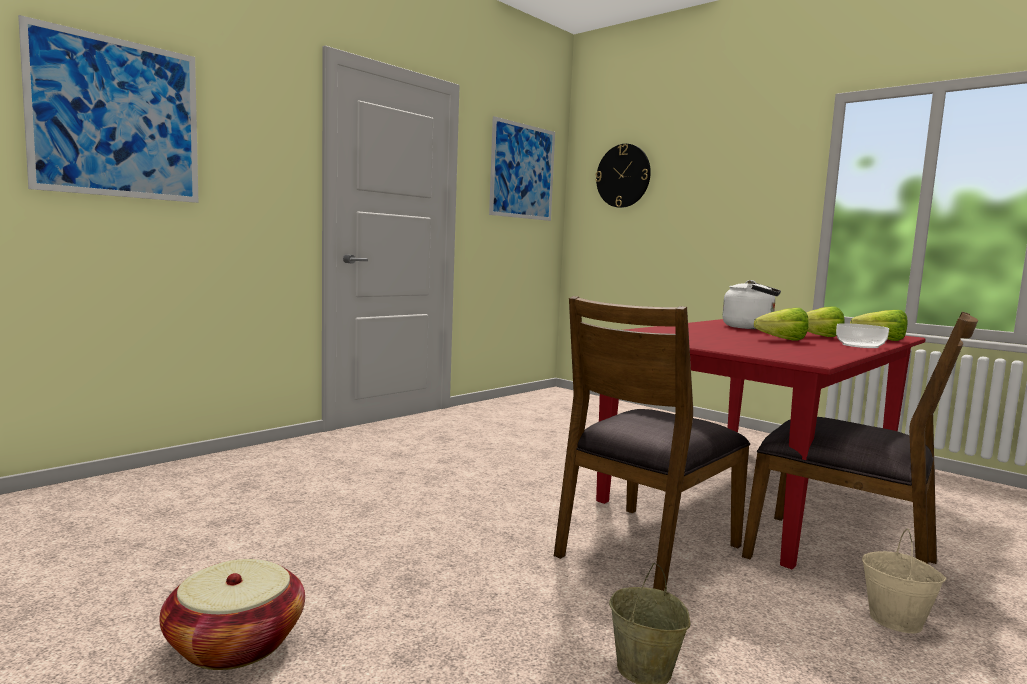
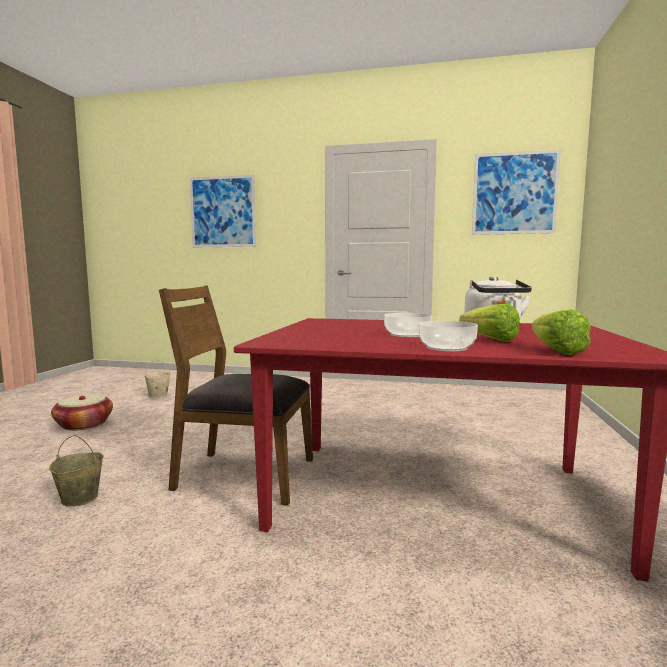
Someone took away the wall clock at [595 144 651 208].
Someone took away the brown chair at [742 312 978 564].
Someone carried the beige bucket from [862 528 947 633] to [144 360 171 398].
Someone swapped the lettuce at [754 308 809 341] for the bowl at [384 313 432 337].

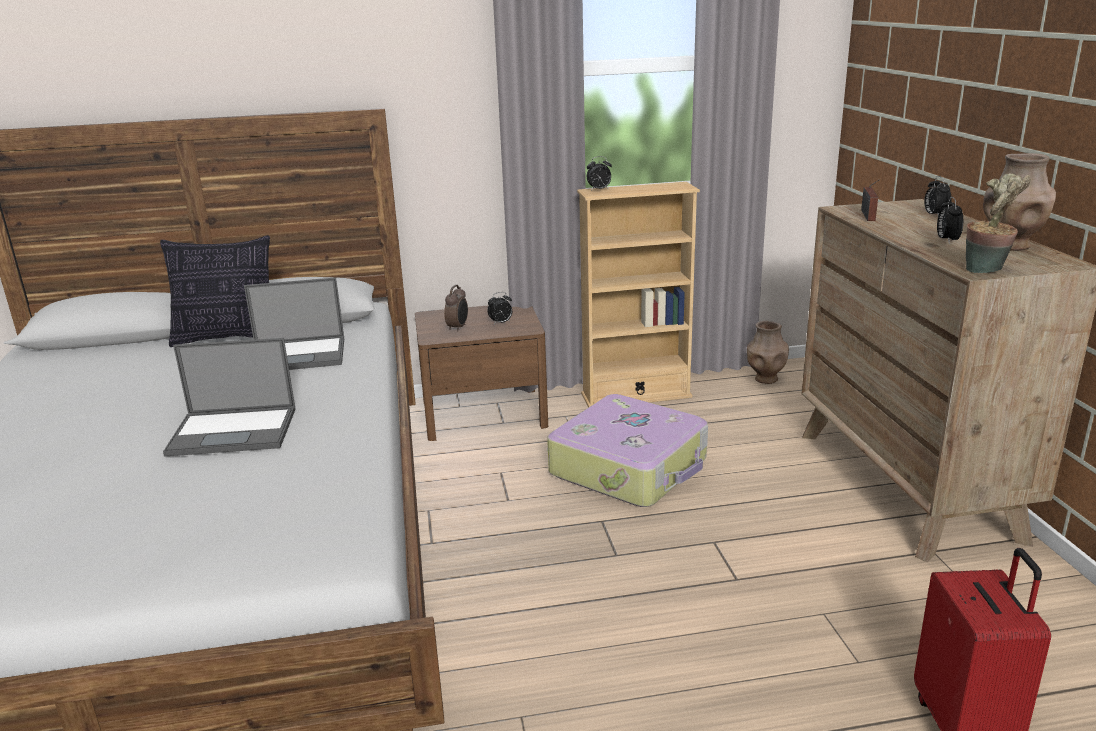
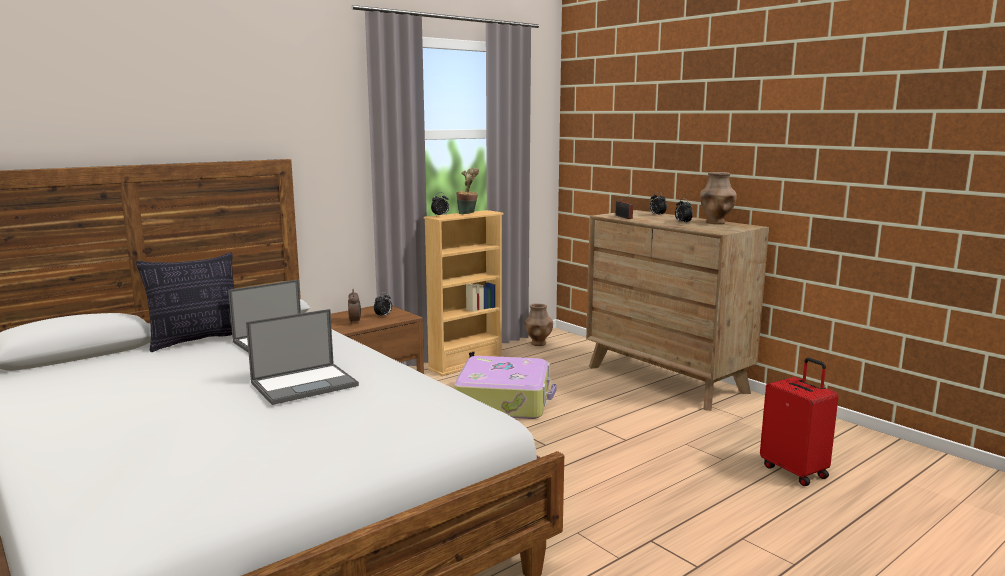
Someone carried the potted plant from [966 173 1030 273] to [456 168 479 214].

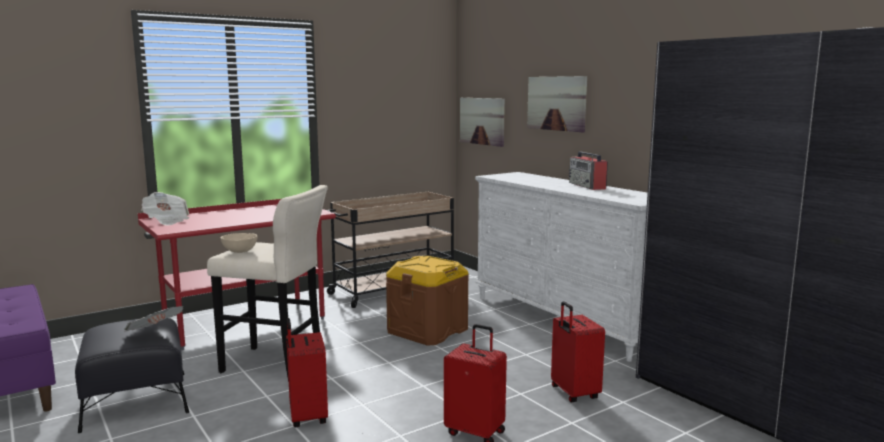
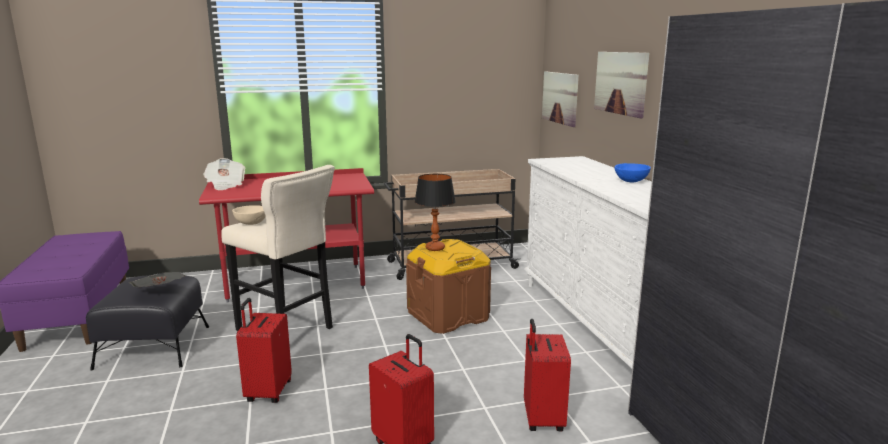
Someone put down the table lamp at [415 174 456 251].
Someone swapped the radio at [569 152 608 190] for the blue bowl at [614 163 651 183].

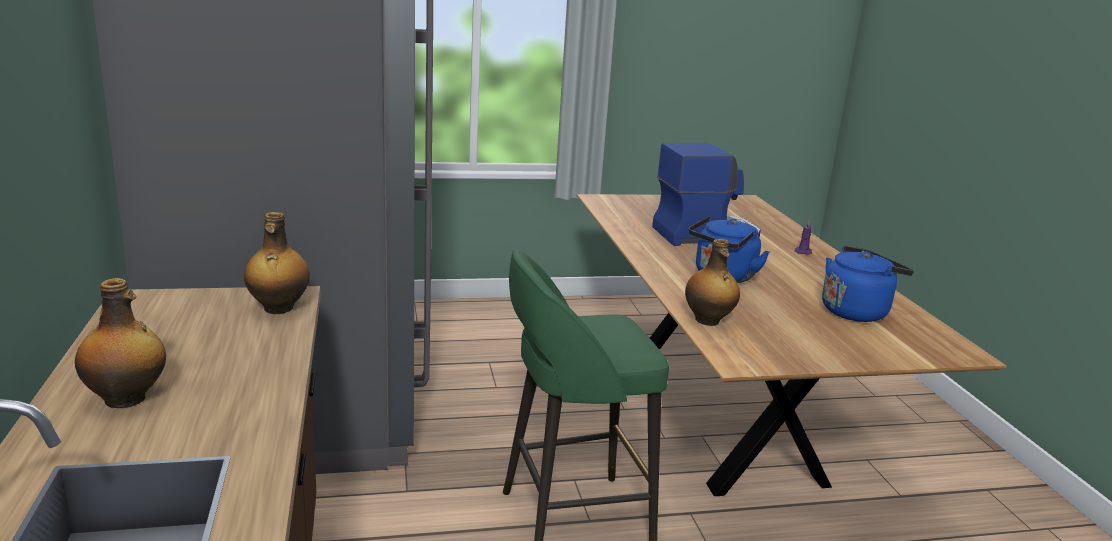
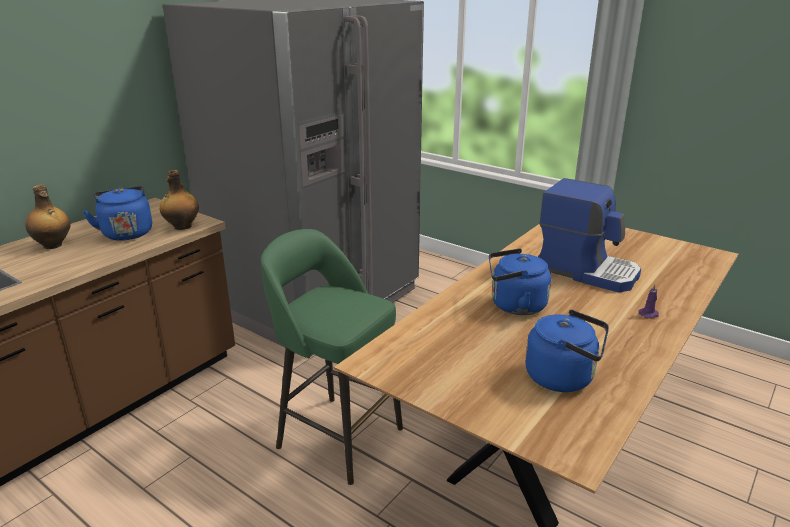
Someone took away the bottle at [685 239 740 326].
Someone put down the blue kettle at [83 186 152 241].

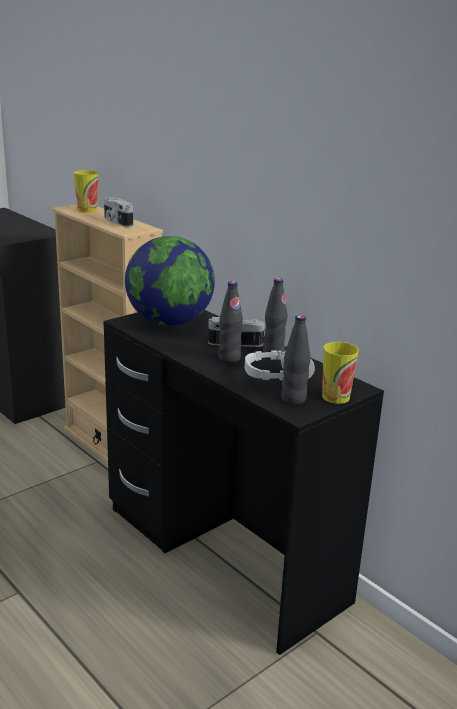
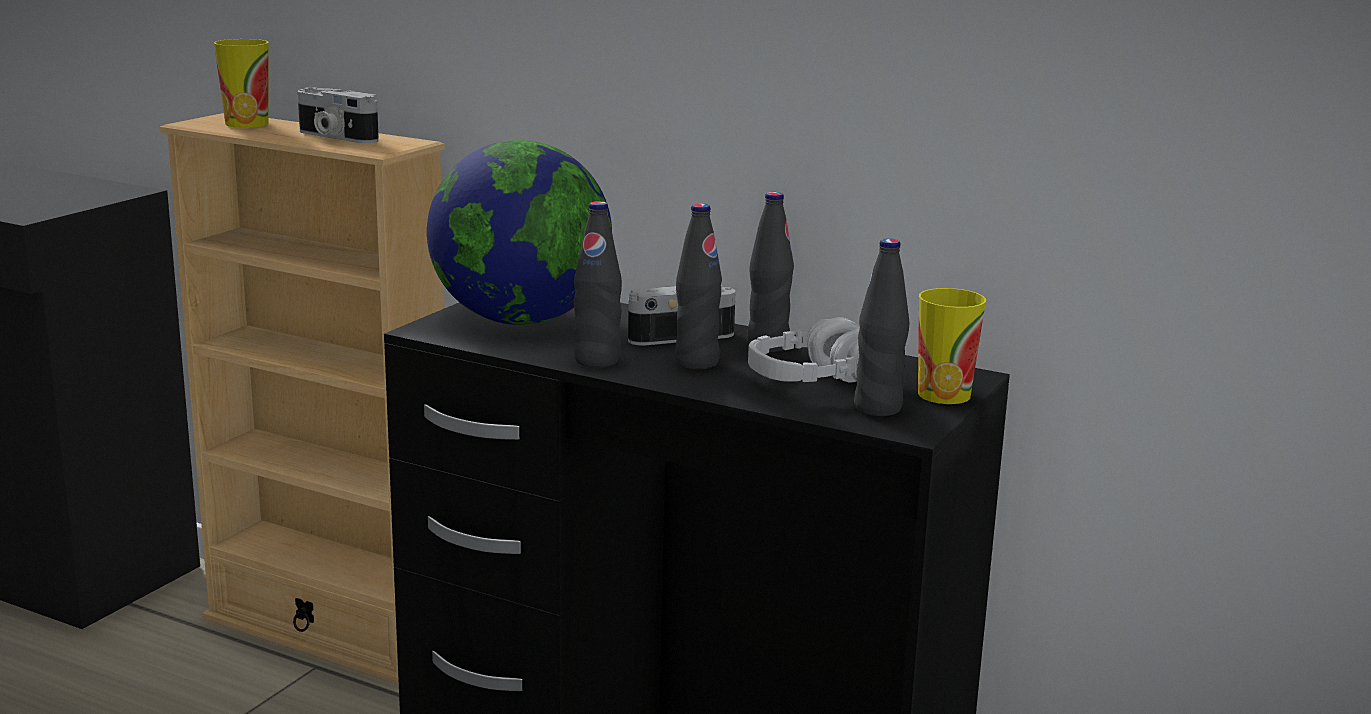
Someone put down the black bottle at [574 201 622 367].

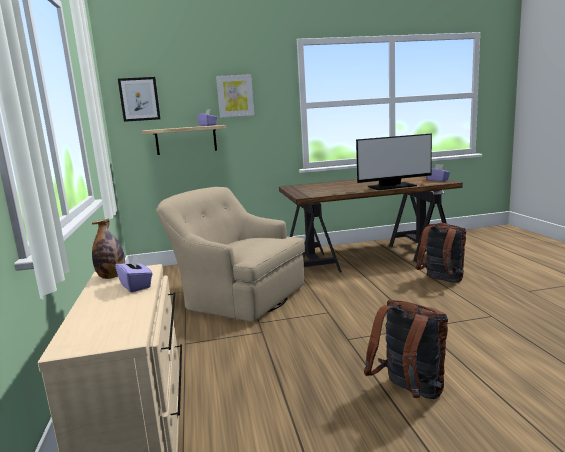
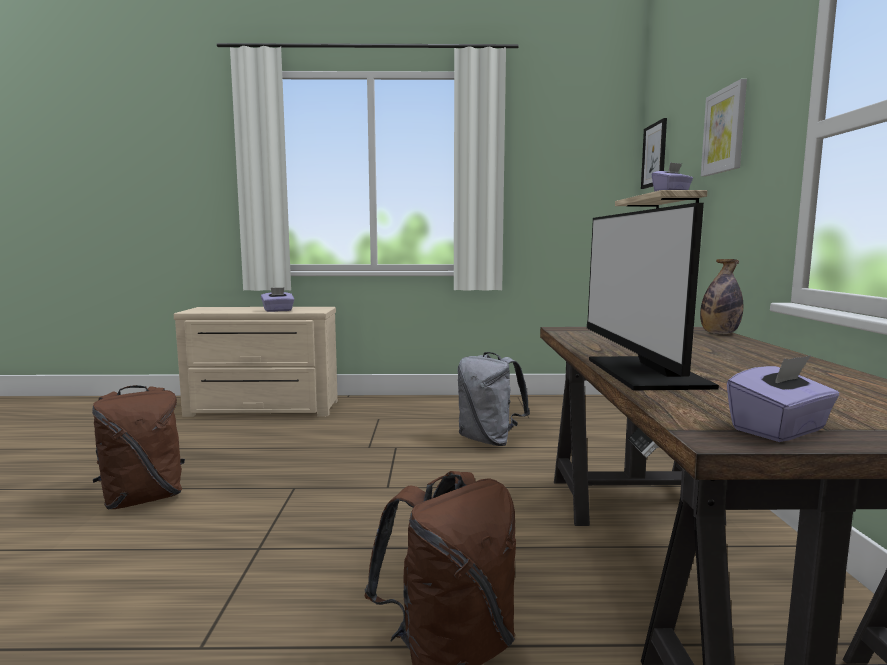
Someone carried the bottle from [92 219 125 279] to [700 259 743 334].
Someone swapped the beige armchair at [156 187 305 322] for the grey backpack at [458 352 530 446].

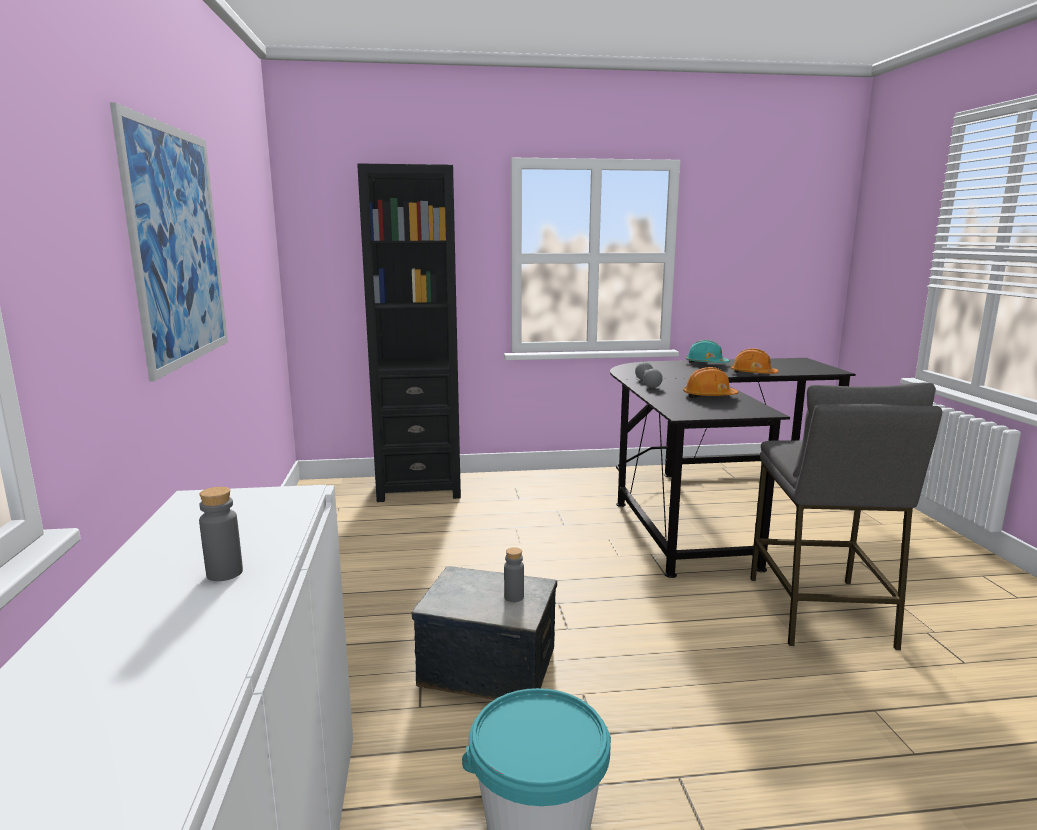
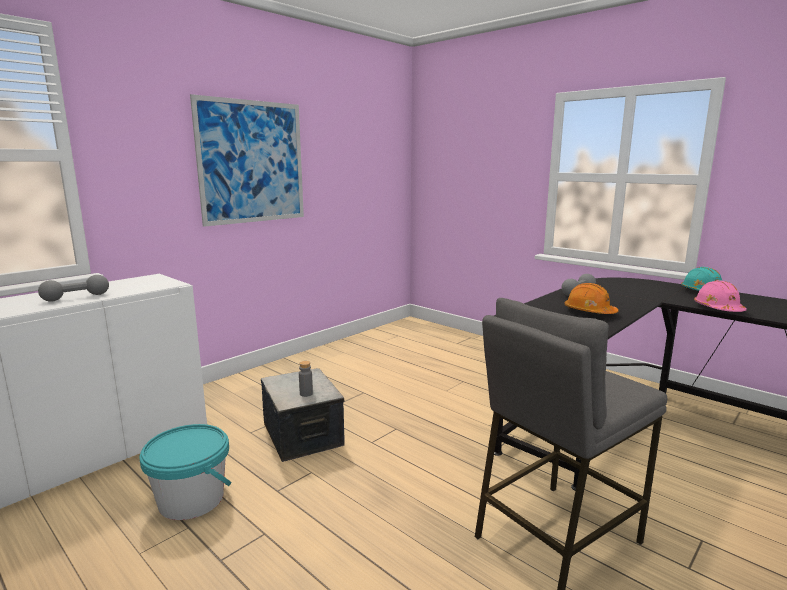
Someone took away the black bookcase at [357 164 461 502].
Someone swapped the grey bottle at [199 487 243 581] for the grey dumbbell at [38 275 109 302].
Someone repainted the orange hard hat at [731 348 779 374], which became the pink hard hat at [694 280 747 312].

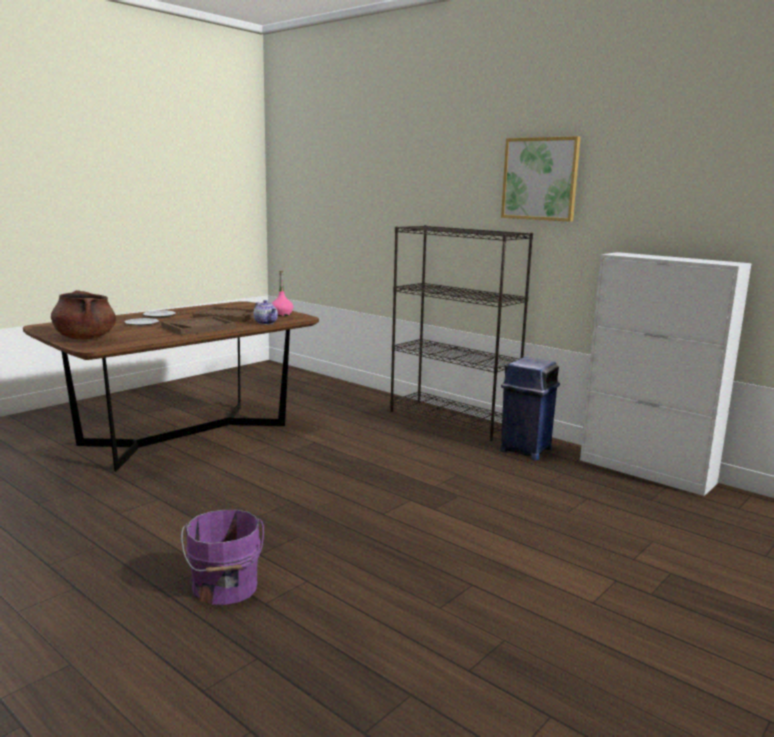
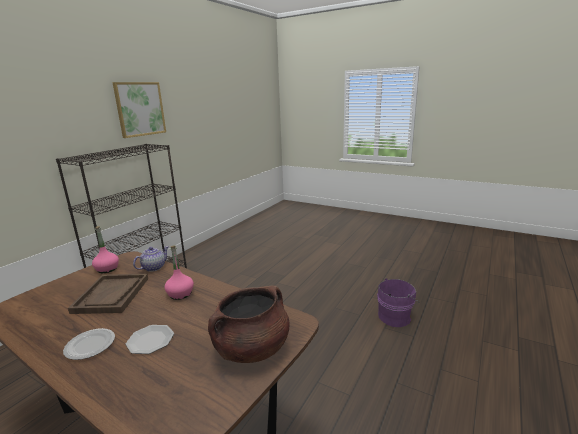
Someone took away the blue trash can at [500 357 560 460].
Someone took away the white cabinet at [580 252 752 496].
Someone swapped the brown tray at [161 316 236 335] for the pink bottle at [164 245 194 300].

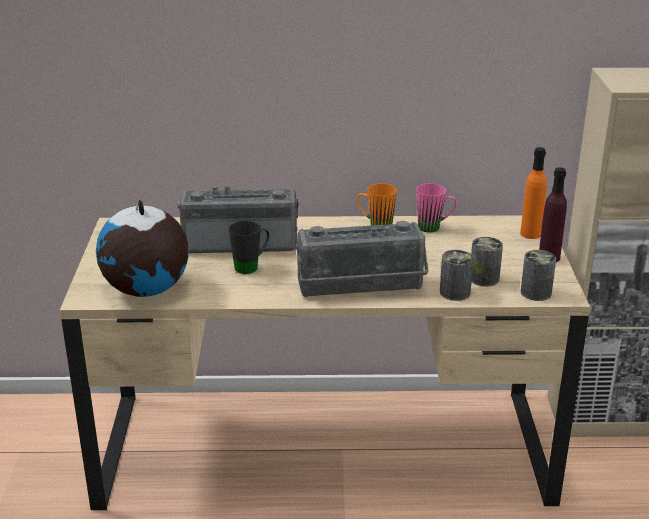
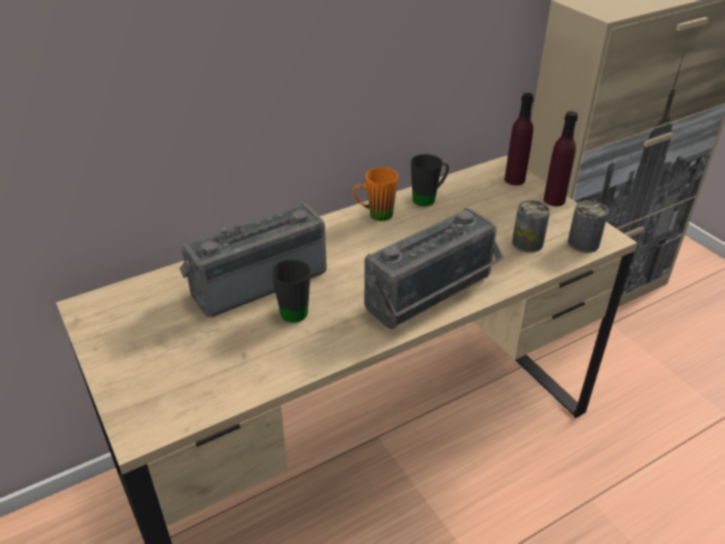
Someone took away the globe at [96 200 189 297].
Someone took away the can at [440 250 473 301].
Someone repainted the pink mug at [416 183 457 232], which became the black mug at [411 154 449 207].
Someone repainted the orange bottle at [520 147 547 239], which became the purple bottle at [505 93 534 186].

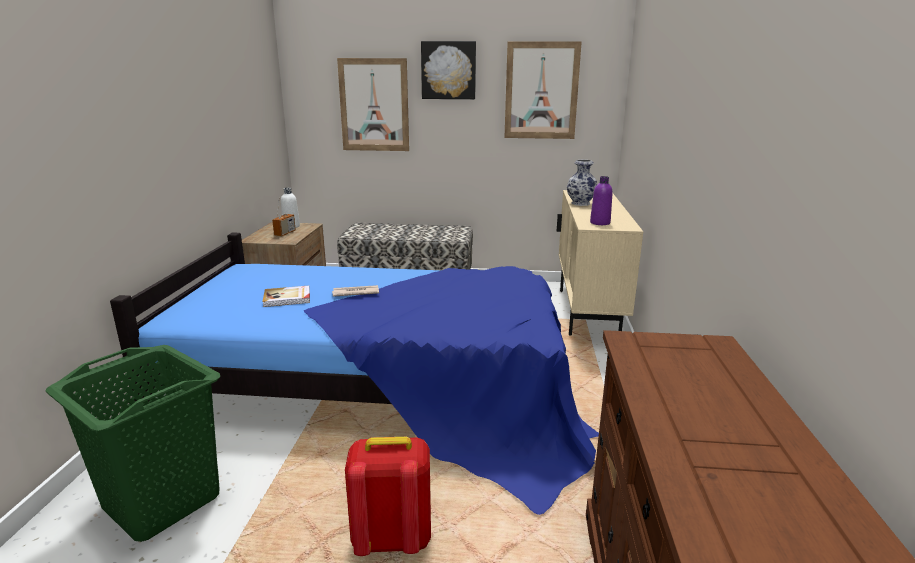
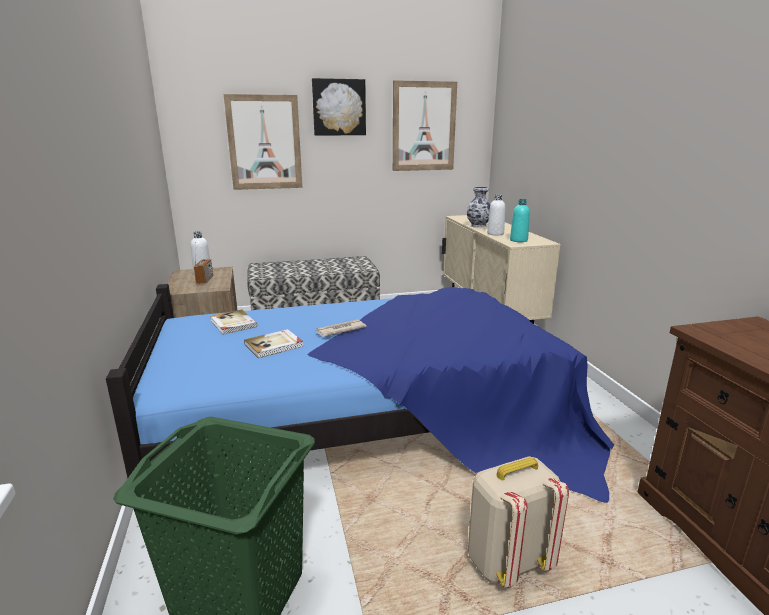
Someone put down the book at [210 310 257 335].
Someone put down the white bottle at [487 195 505 236].
Someone repainted the red backpack at [345 437 431 556], which became the beige backpack at [468 456 569 588].
Someone repainted the purple bottle at [590 176 613 225], which became the turquoise bottle at [510 199 530 242].

